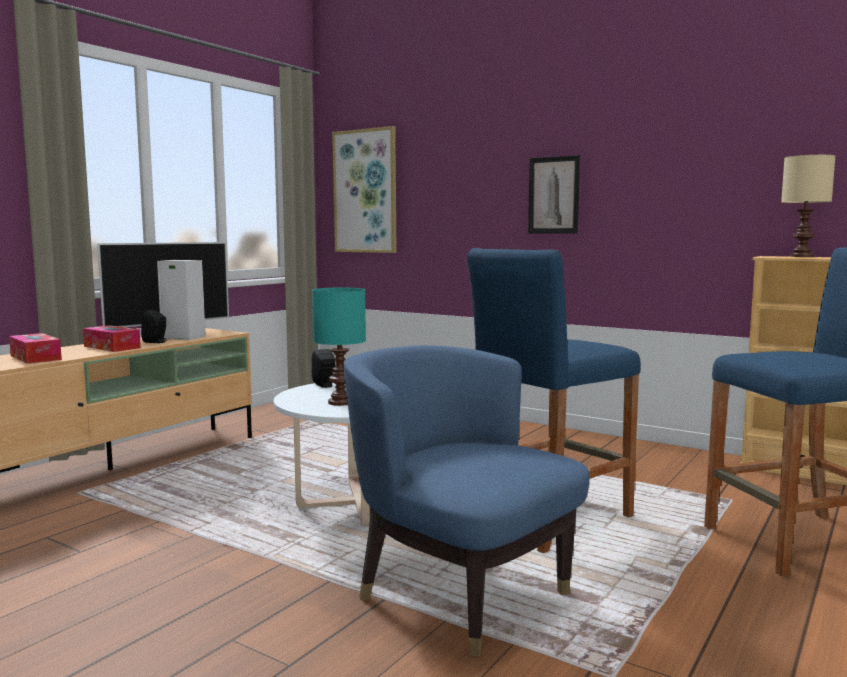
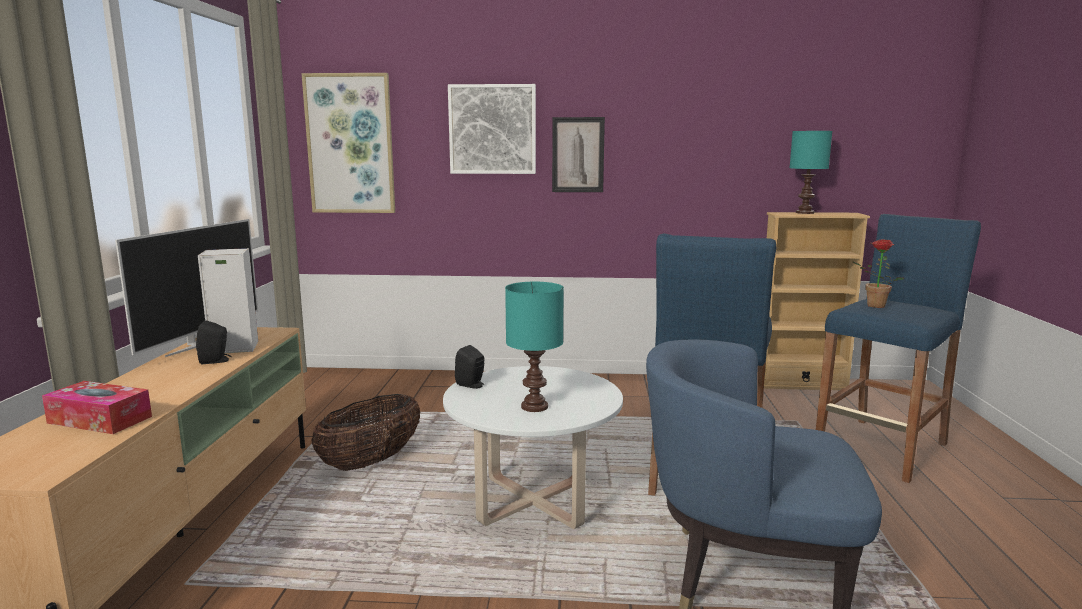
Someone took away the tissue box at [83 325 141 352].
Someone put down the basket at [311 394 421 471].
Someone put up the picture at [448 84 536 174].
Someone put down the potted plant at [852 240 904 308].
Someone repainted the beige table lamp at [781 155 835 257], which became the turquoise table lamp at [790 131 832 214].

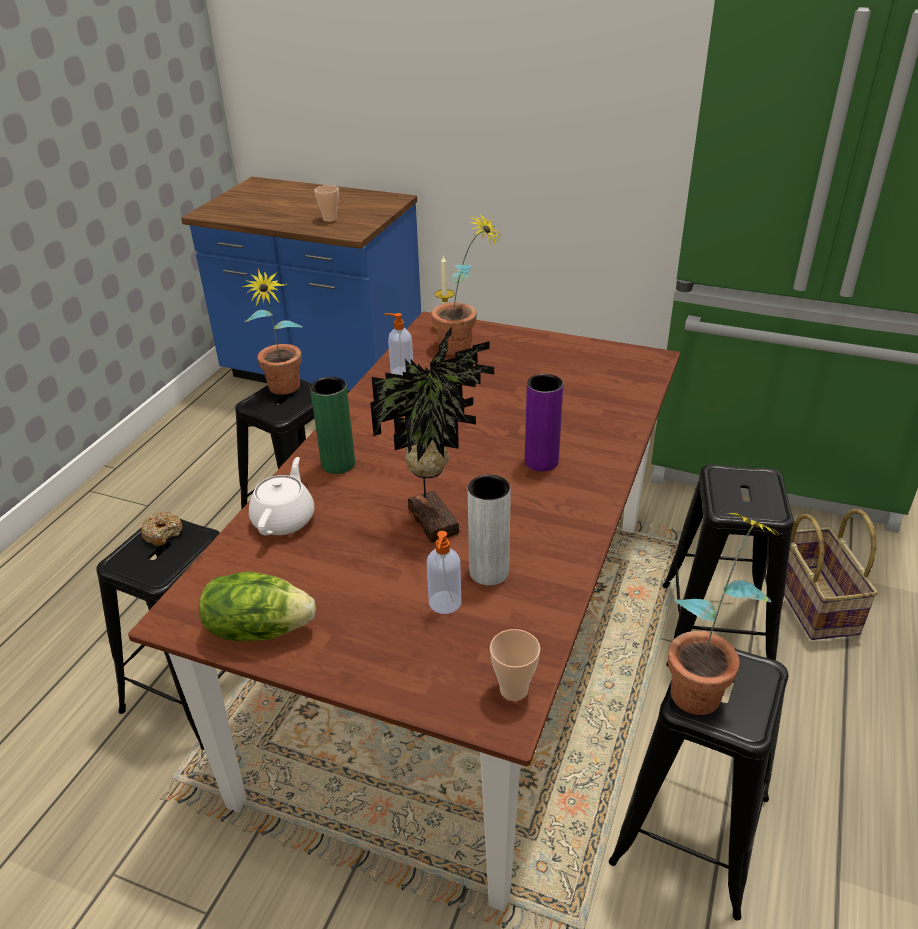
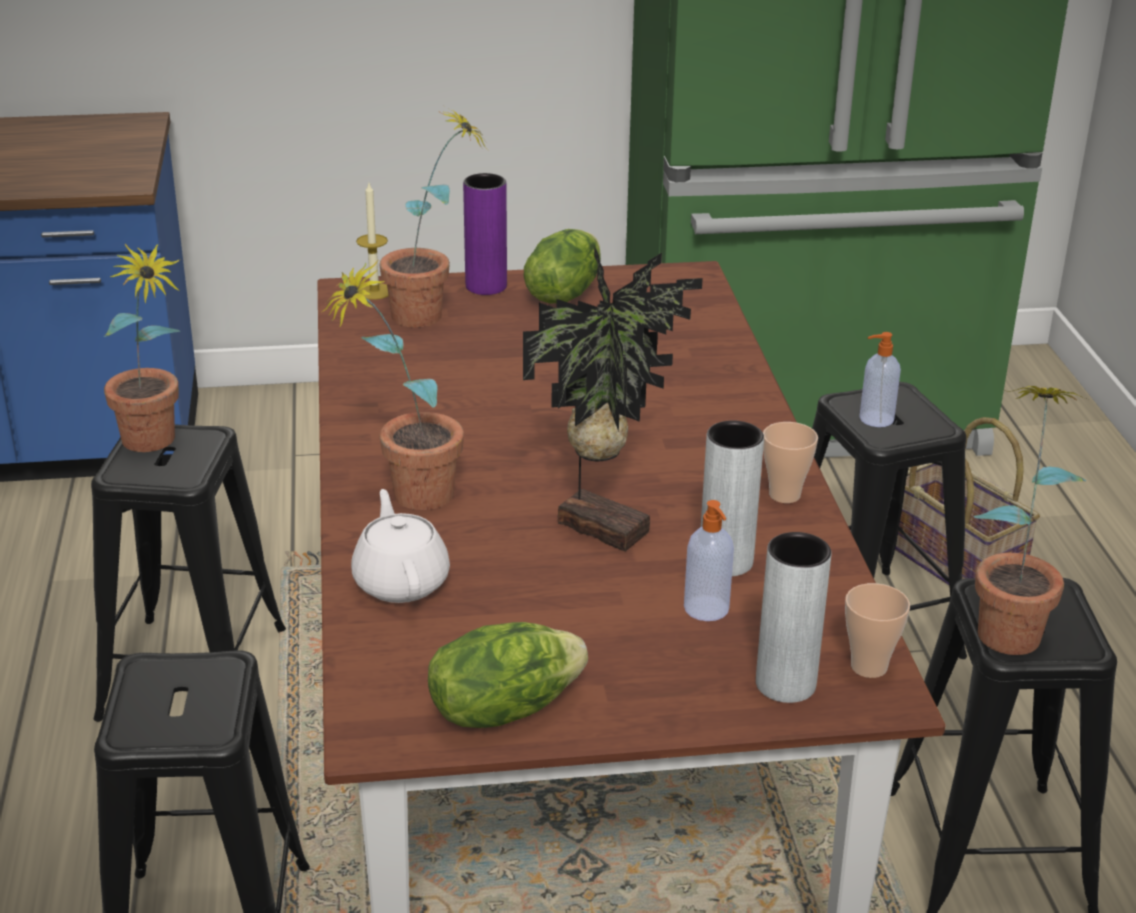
Someone took away the donut at [141 512 183 546].
Someone put down the lettuce at [524 229 601 304].
Someone put down the grey vase at [756 532 832 703].
Someone carried the cup from [314 185 339 222] to [763 422 818 503].
Someone carried the soap dispenser from [384 313 413 375] to [859 332 901 427].
Someone carried the purple vase from [525 374 563 472] to [463 173 507 295].
Someone swapped the green vase at [310 377 355 474] for the potted plant at [322 260 464 510].

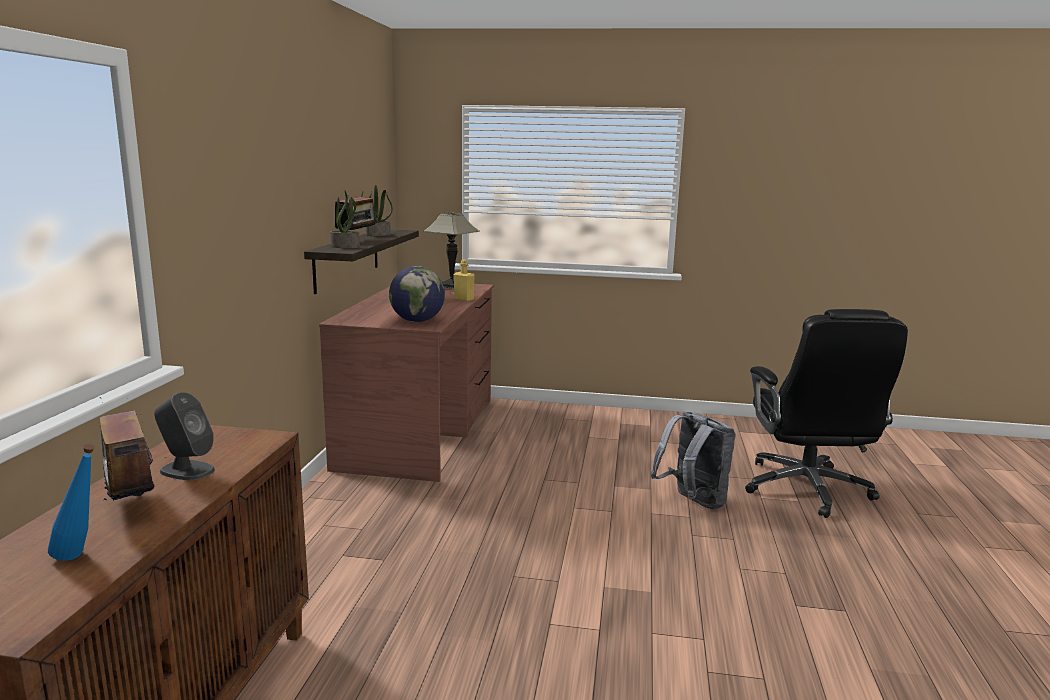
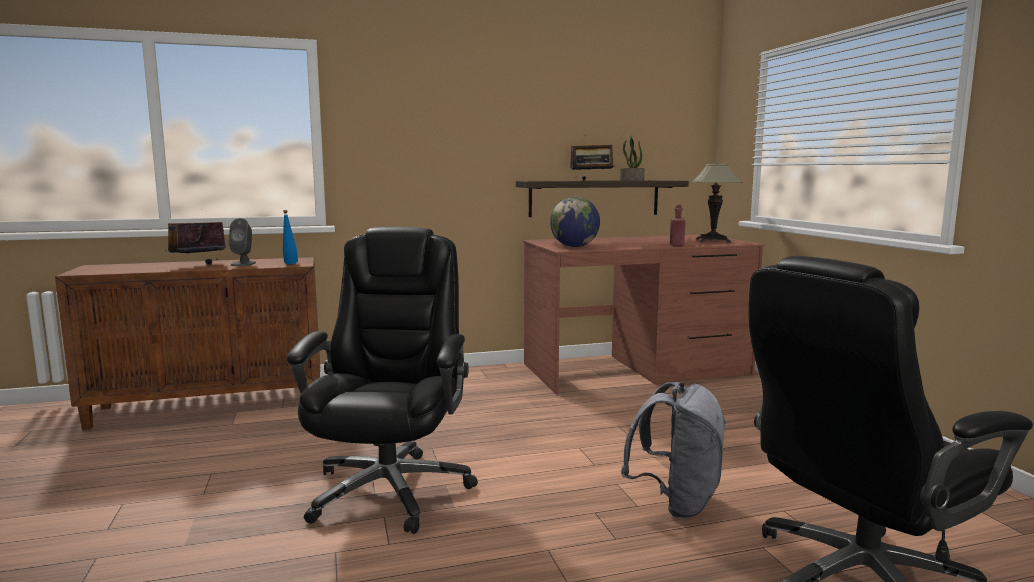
Someone took away the potted plant at [330 190 360 248].
Someone put down the black office chair at [287 227 478 534].
Someone carried the blue bottle from [48 444 95 561] to [283 210 298 264].
Someone repainted the yellow bottle at [454 260 475 302], which became the red bottle at [670 204 686 247].

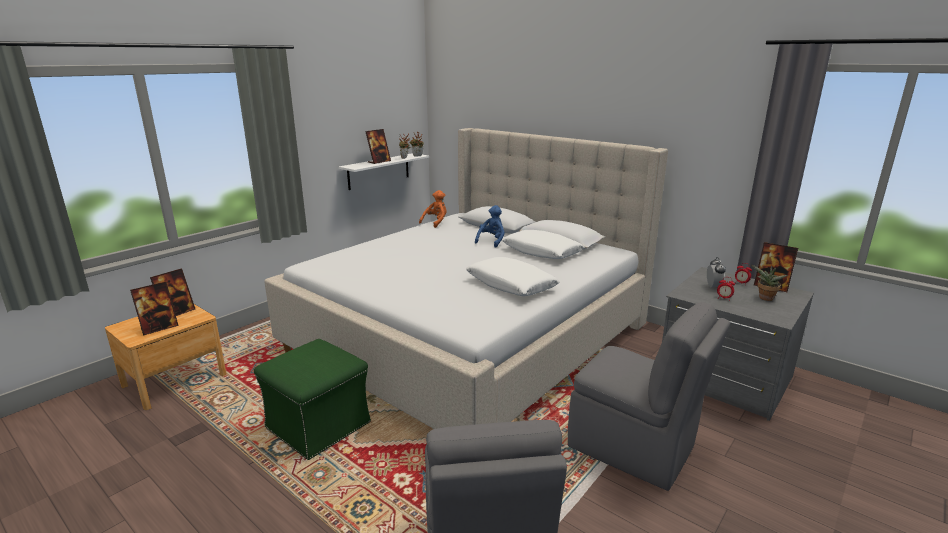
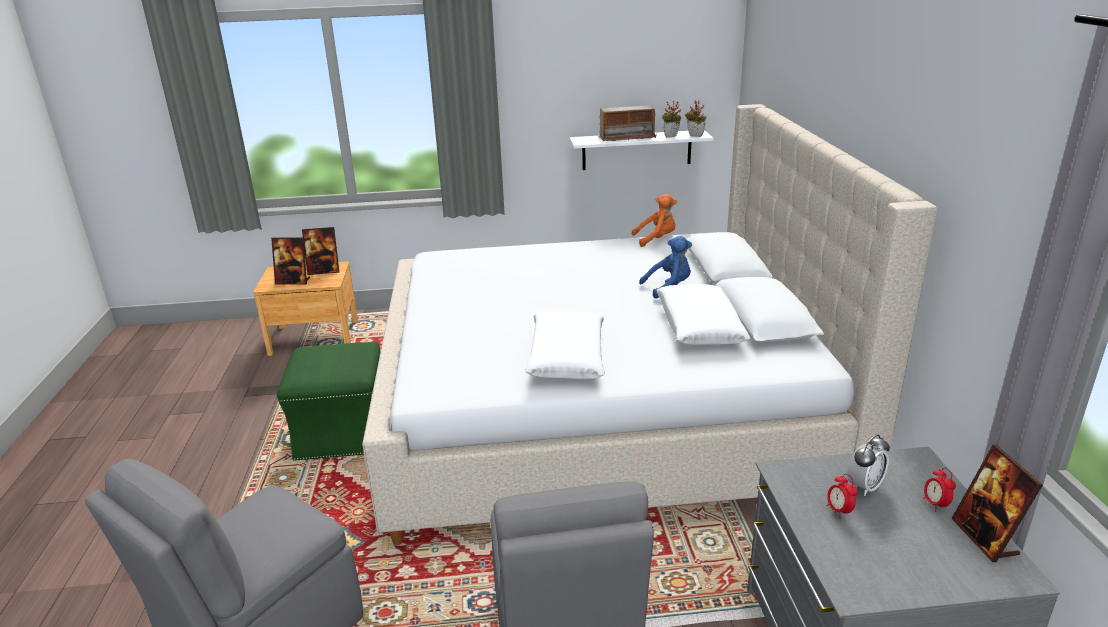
Someone took away the potted plant at [752 265 788 301].
Someone swapped the picture frame at [365 129 391 164] for the radio at [599 105 657 141].

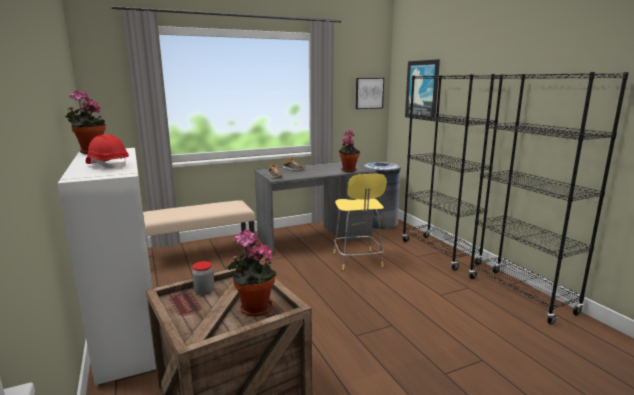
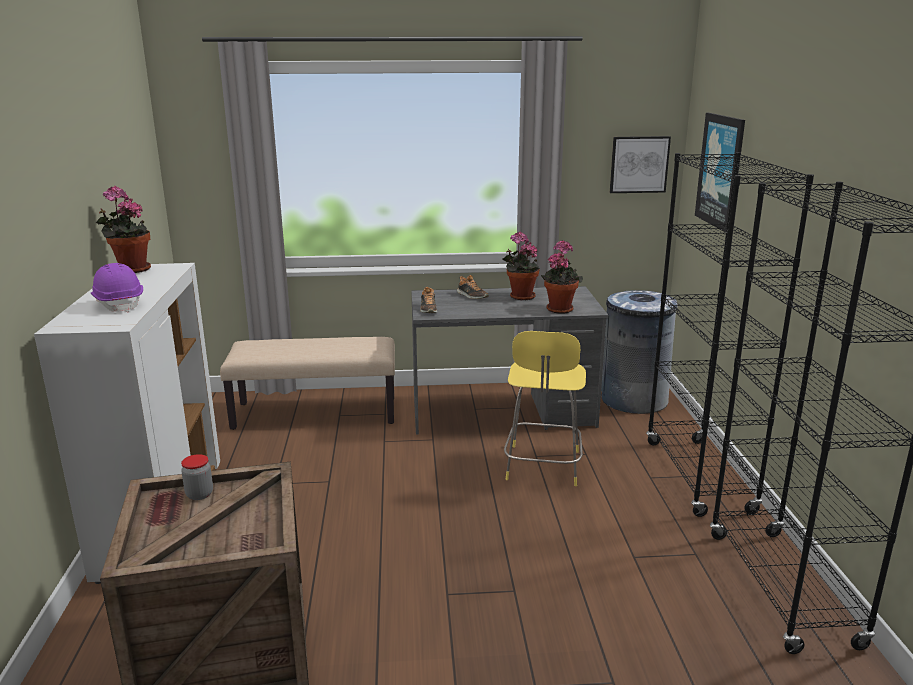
Someone carried the potted plant from [225 229 276 317] to [502 232 540 300].
Someone repainted the red hard hat at [86 134 129 169], which became the purple hard hat at [91 263 143 312].

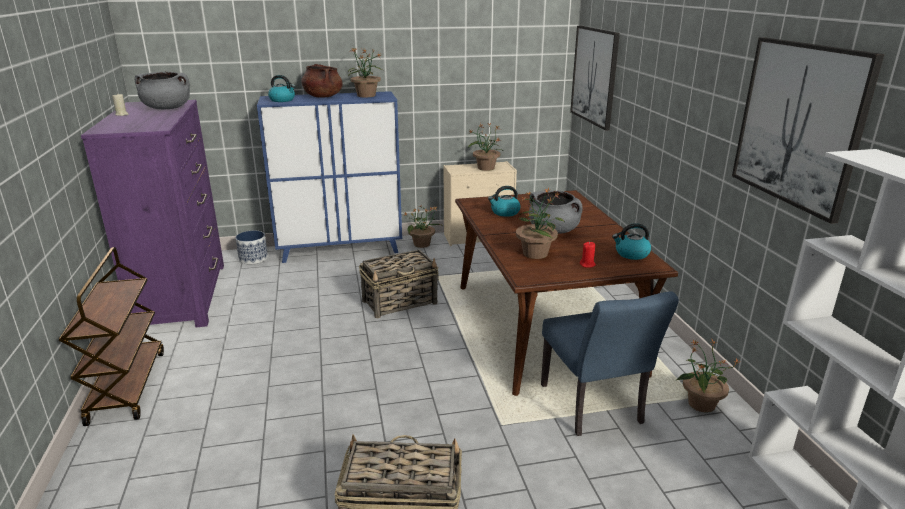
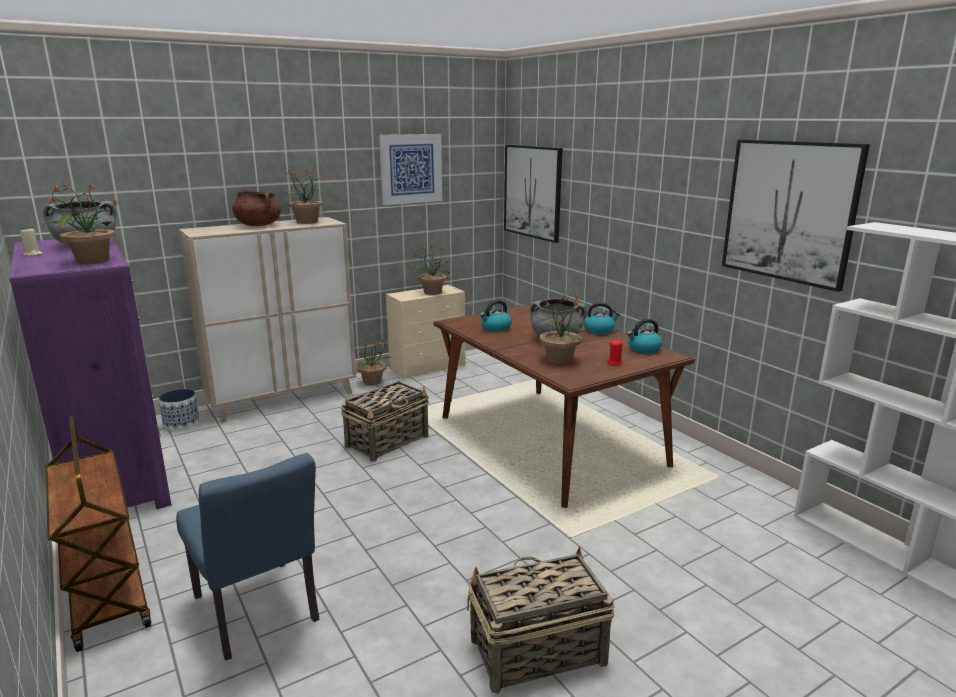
Someone put up the picture at [379 134 442 205].
Someone carried the kettle from [268 75 295 102] to [584 302 620 334].
Someone carried the blue chair from [541 291 679 436] to [176 453 319 660].
Someone carried the potted plant from [677 339 739 412] to [43 183 119 264].
Someone repainted the blue cabinet at [257 91 402 263], which became the beige cabinet at [179 217 357 423].

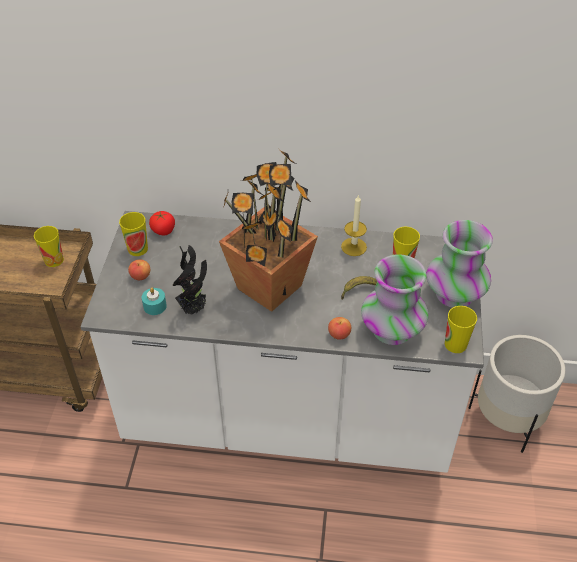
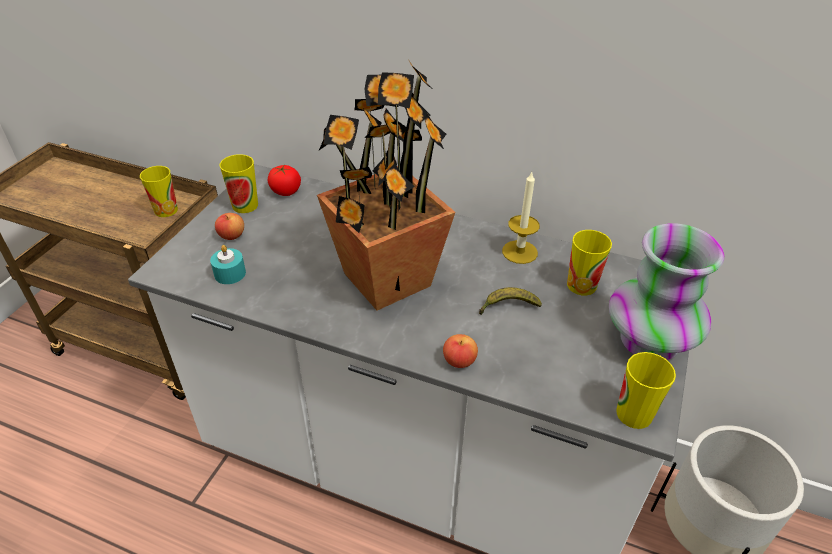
Someone took away the potted plant at [173 245 207 315].
Someone took away the vase at [361 254 428 345].

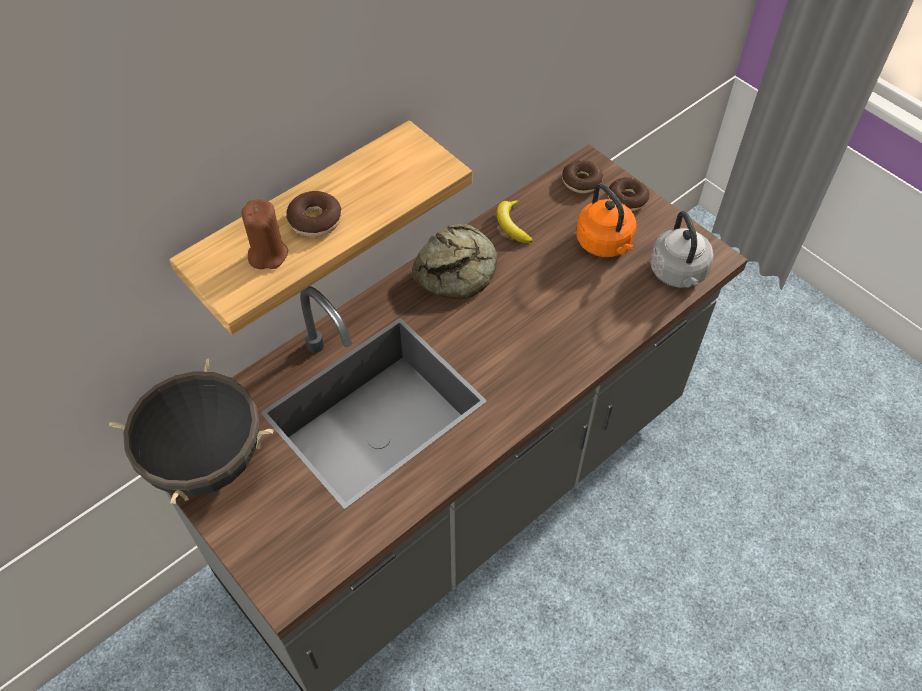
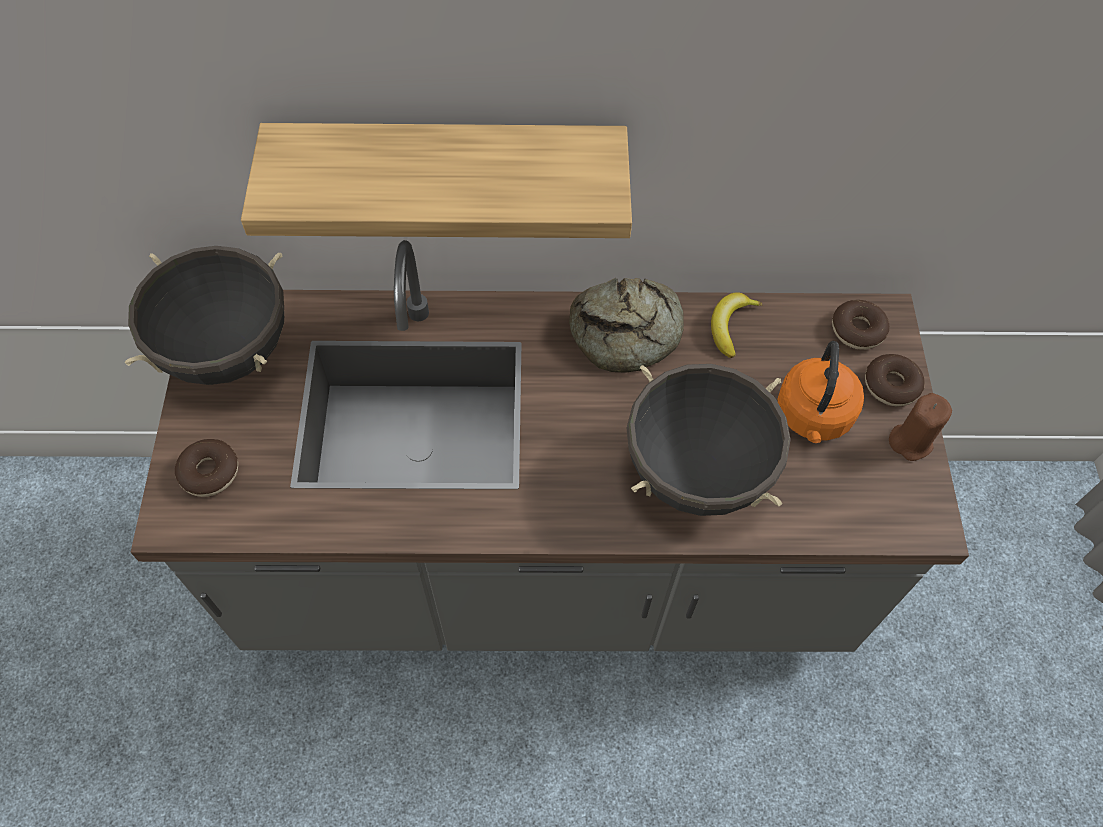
Someone took away the grey kettle at [650 211 713 288].
Someone put down the black cooking pot at [627 364 791 516].
Someone carried the brown candle from [241 199 288 269] to [889 393 952 461].
Someone carried the donut from [286 191 342 237] to [175 439 238 497].

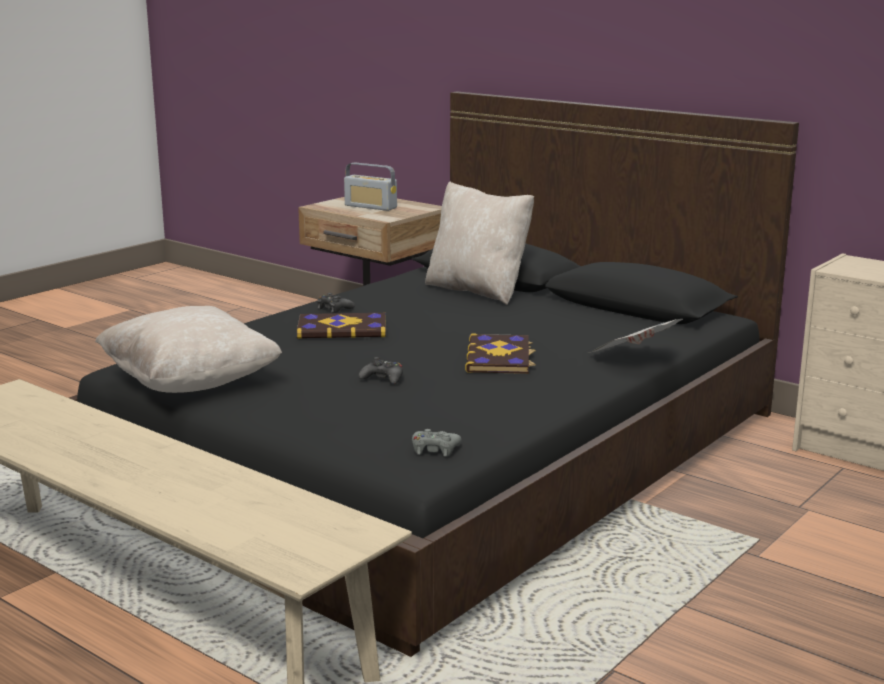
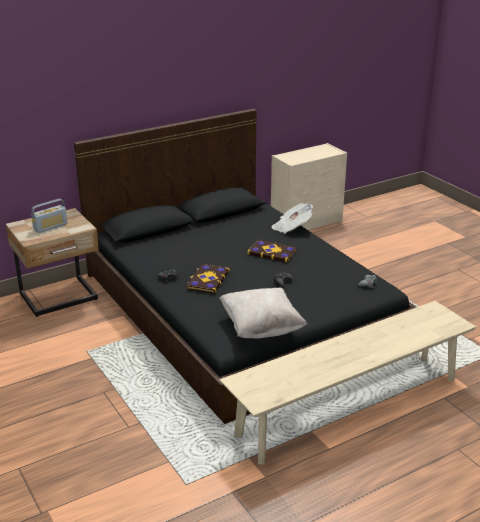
Someone took away the beige pillow at [425 182 534 305].

